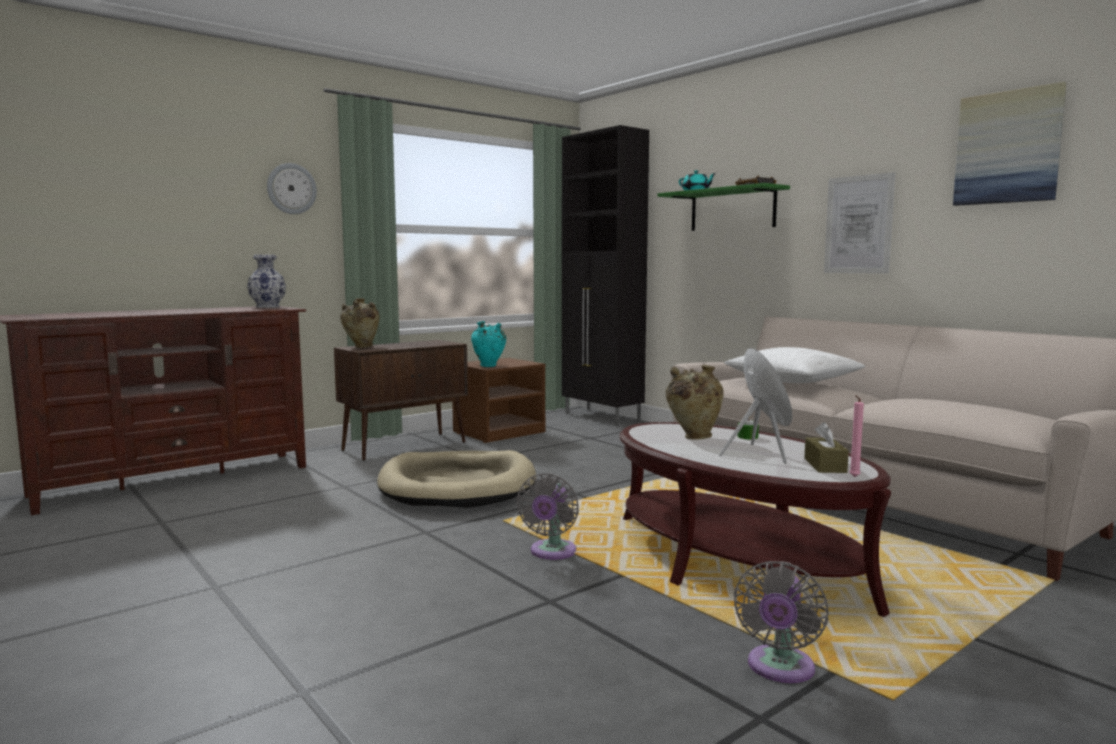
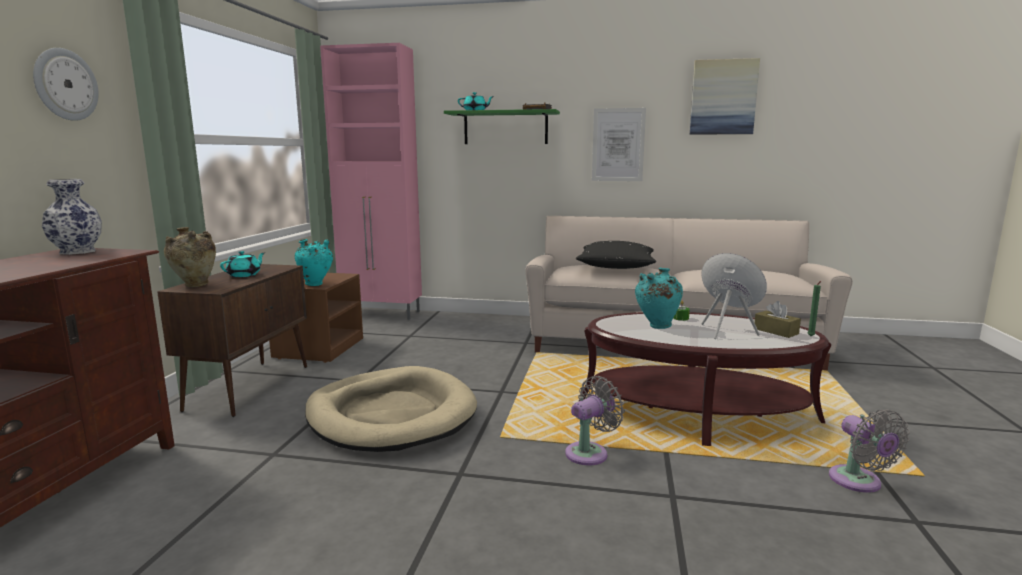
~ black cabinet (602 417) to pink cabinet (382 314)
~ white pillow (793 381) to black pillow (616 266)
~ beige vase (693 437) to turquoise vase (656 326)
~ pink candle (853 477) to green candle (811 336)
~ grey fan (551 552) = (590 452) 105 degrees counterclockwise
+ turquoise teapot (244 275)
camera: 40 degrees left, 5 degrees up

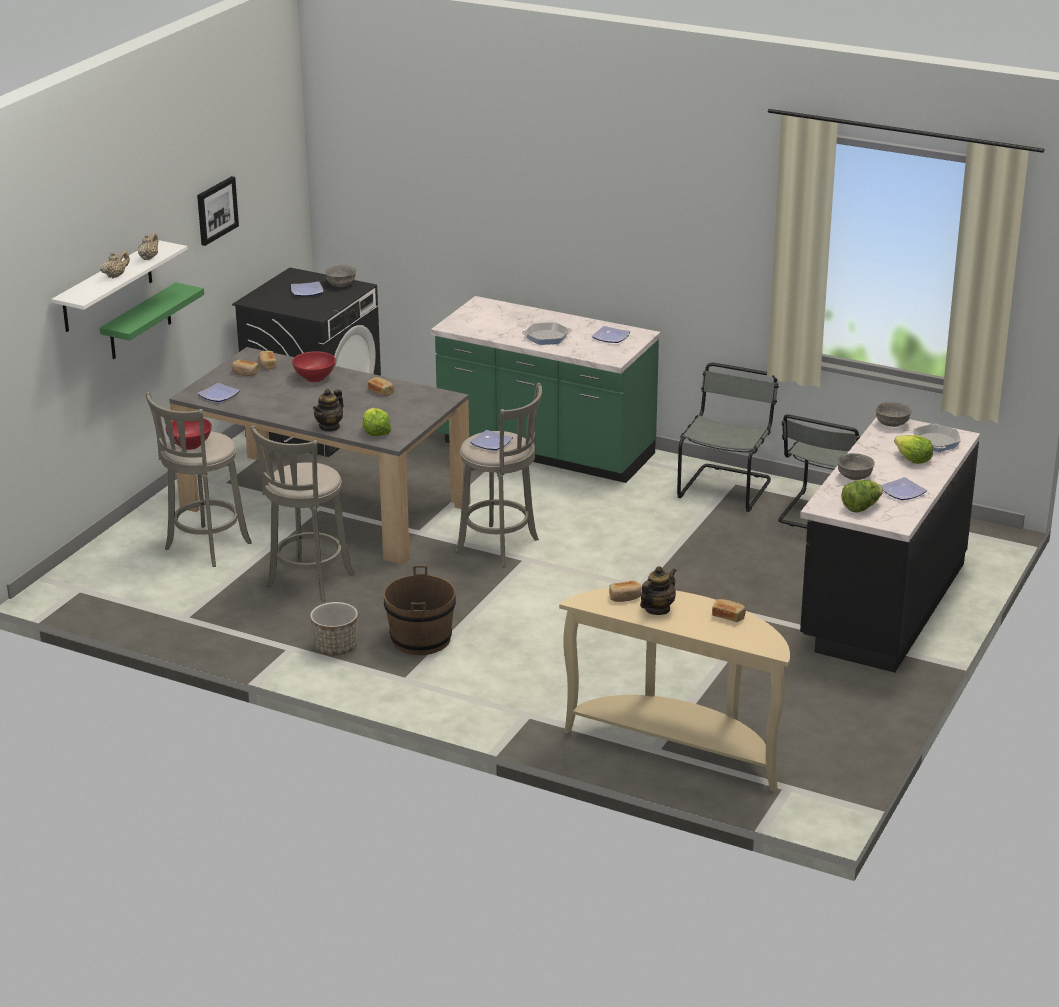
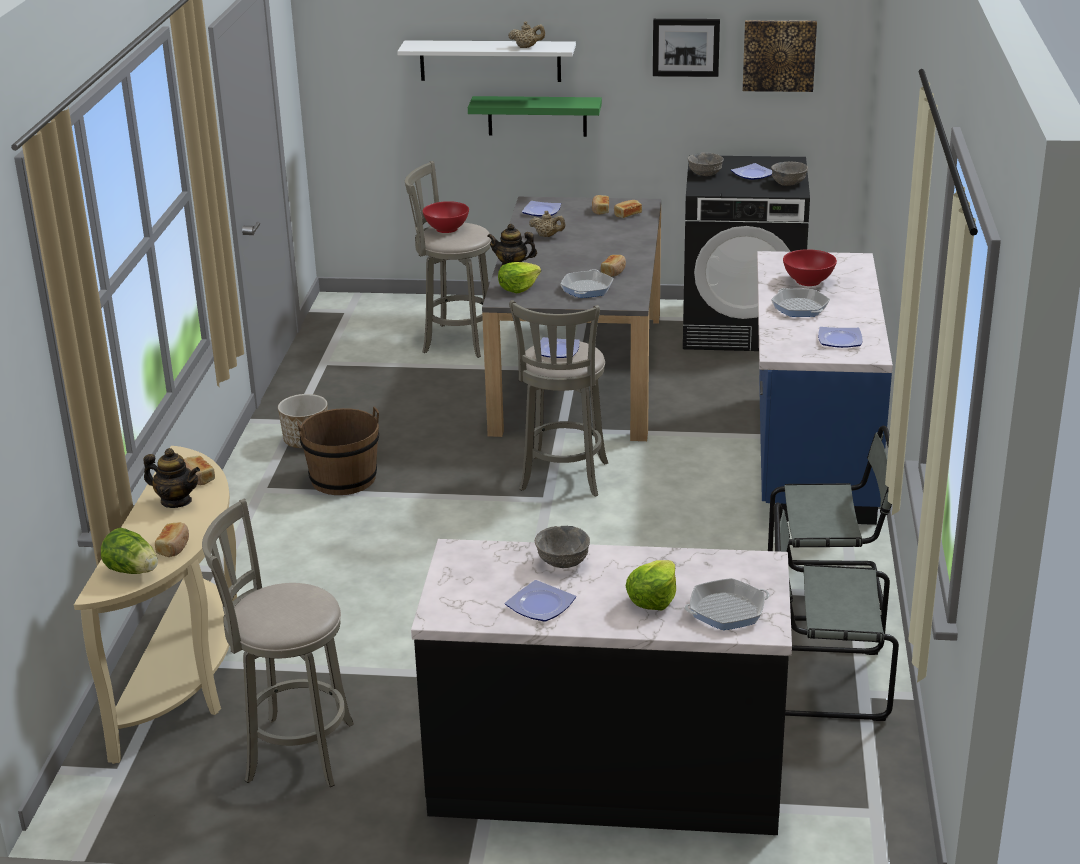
~ beige teapot (115 276) to (547 236)
~ green counter (545 451) to blue counter (810 456)
~ red bowl (315 378) to (808 281)
~ grey bowl (891 424) to (704 174)
~ grey stool (307 582) to (293 751)
~ lettuce (861 507) to (133 571)
+ picture (779 55)
+ frying pan (587 288)
camera: 70 degrees right, 0 degrees up

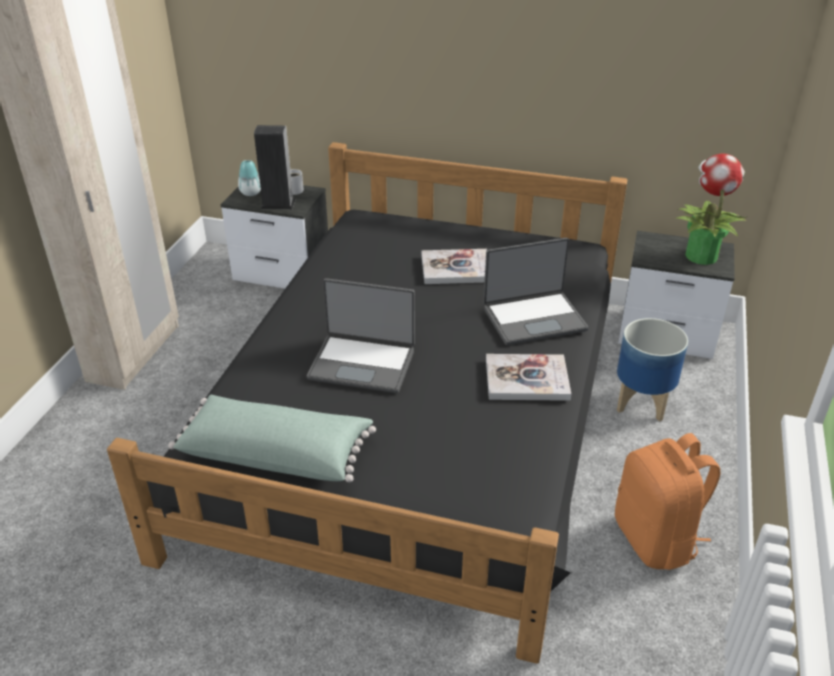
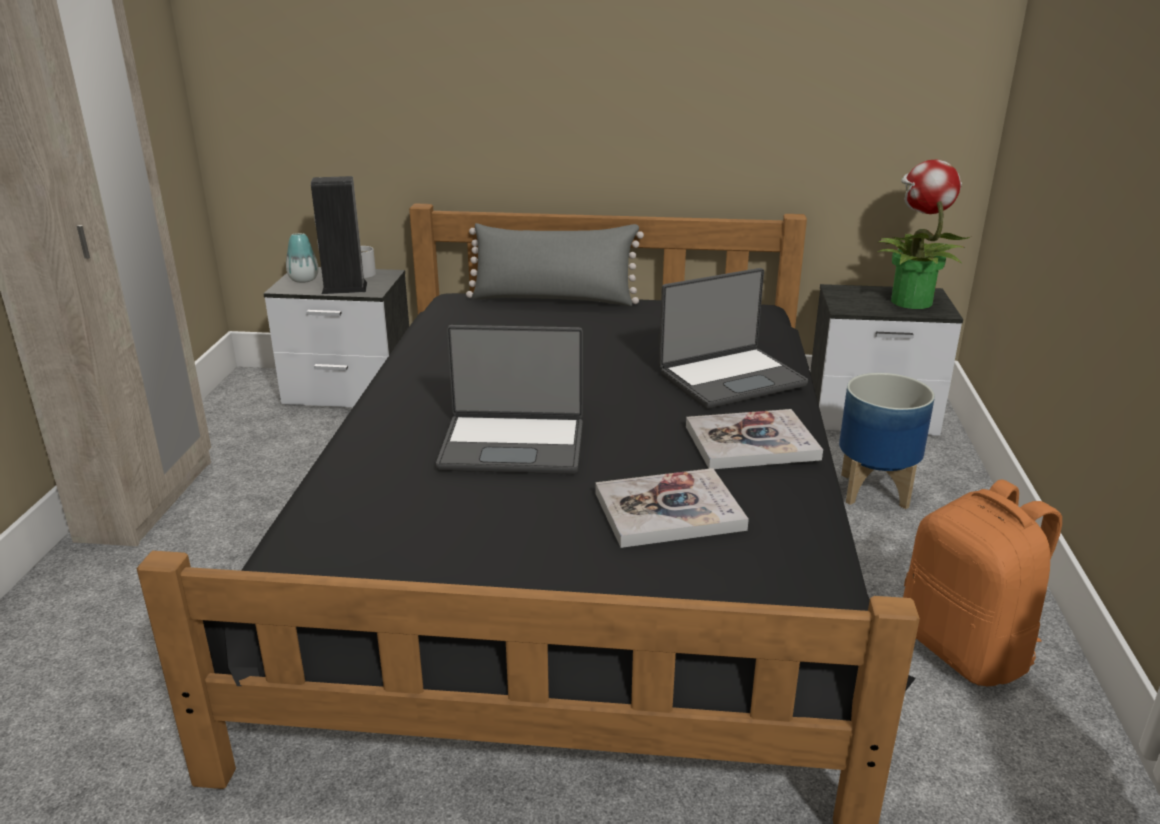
~ book (456 269) to (669 511)
- green pillow (276 452)
+ grey pillow (553 299)
camera: 10 degrees left, 10 degrees down

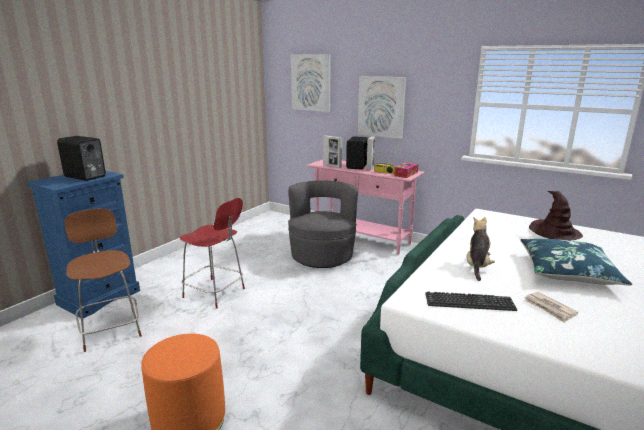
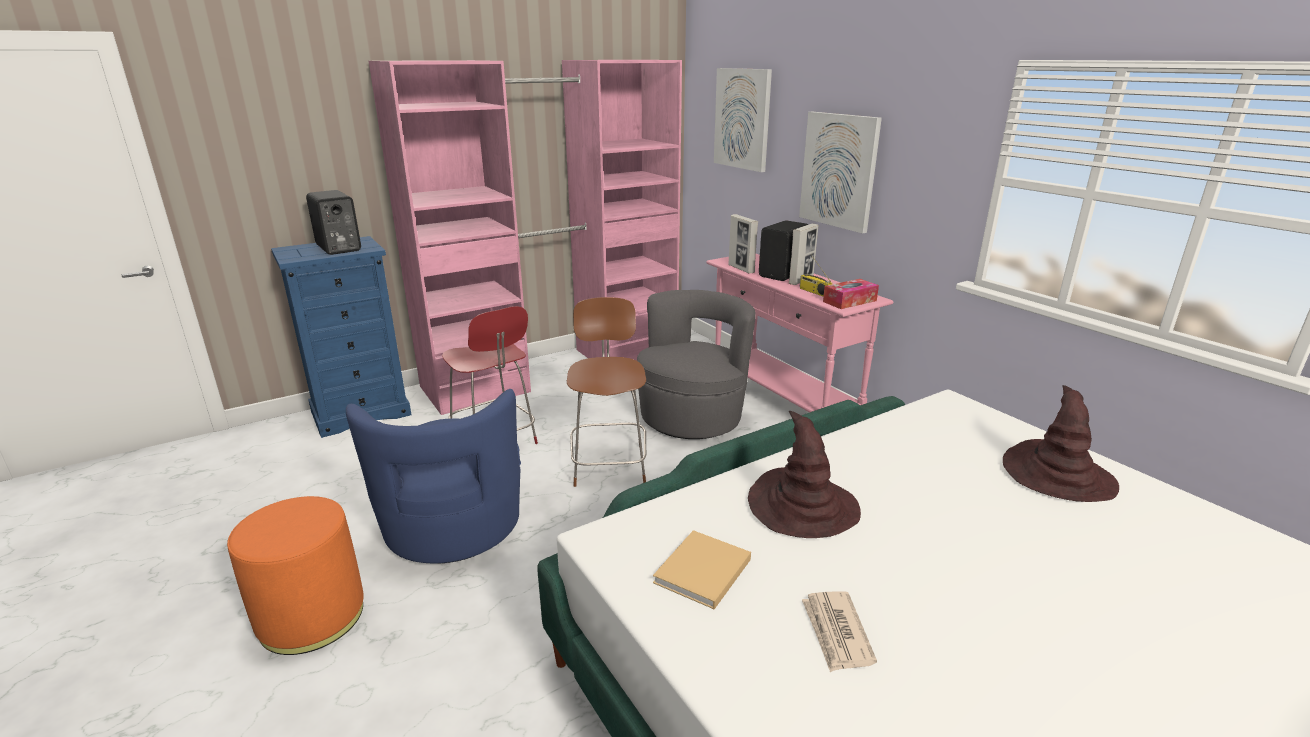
~ brown chair (110 329) to (609 463)
~ plush toy (477 266) to brown hat (802 507)
- blue pillow (567 271)
~ keyboard (469 302) to beige book (701 573)
+ pink wardrobe (556 369)
+ blue armchair (452 529)
camera: 25 degrees right, 5 degrees up

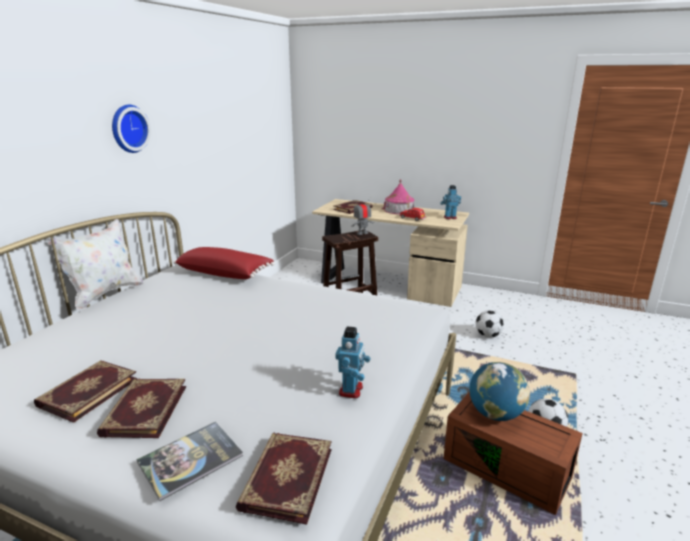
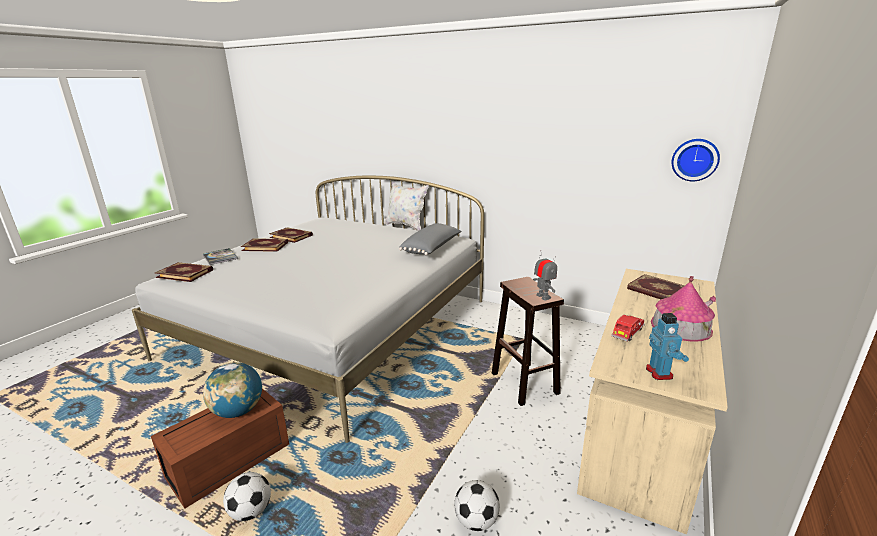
~ wall clock (128 128) to (695 159)
~ red pillow (225 273) to grey pillow (432 248)
- toy robot (351 390)
camera: 95 degrees right, 0 degrees up

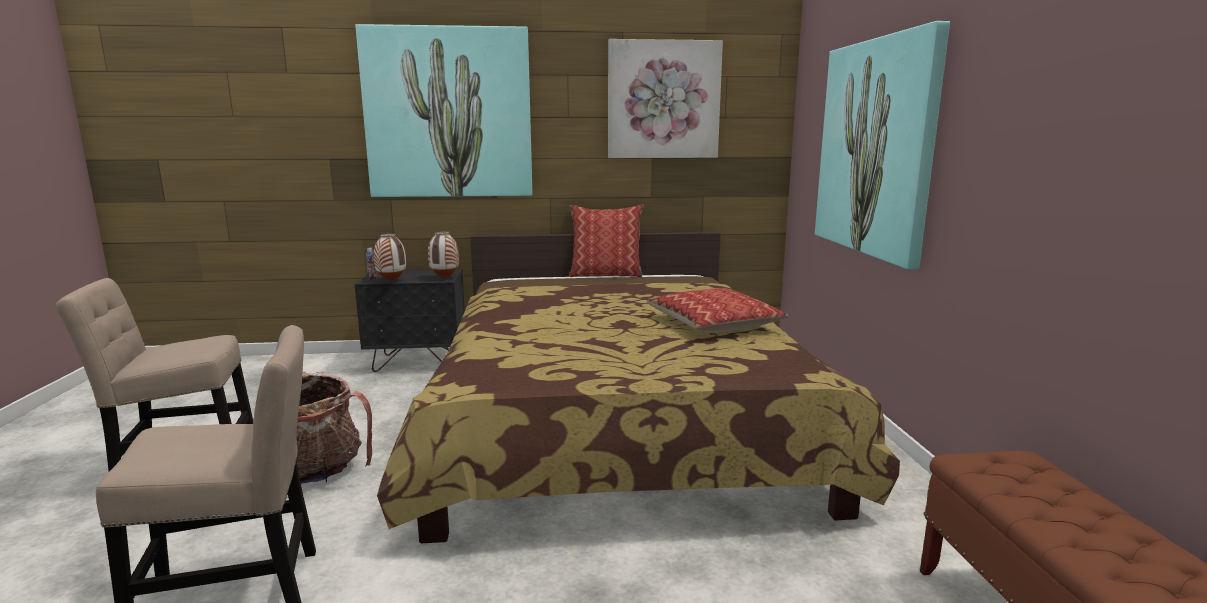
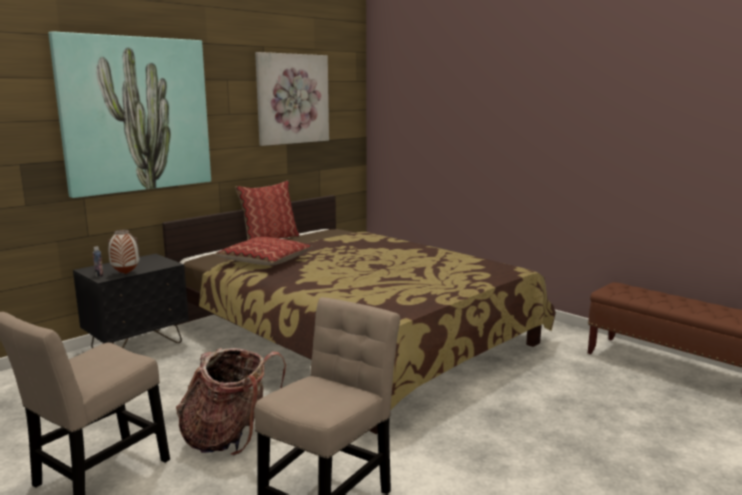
- picture (876 148)
- vase (445 278)
~ pillow (714 323) to (265 260)
camera: 40 degrees left, 0 degrees up

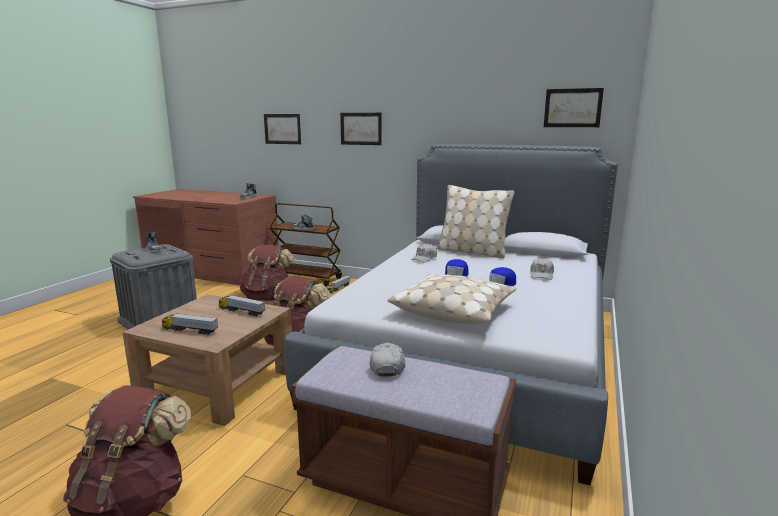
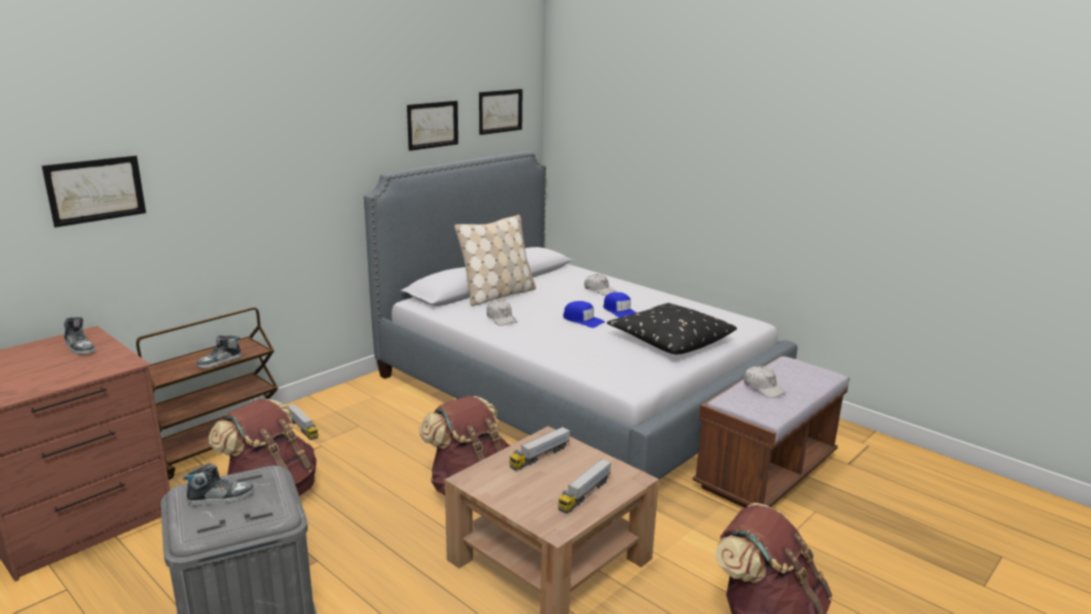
~ picture (361 128) to (432 125)
~ beige pillow (453 310) to black pillow (669 340)
~ white cap (387 366) = (763 388) 150 degrees counterclockwise
camera: 70 degrees left, 5 degrees up

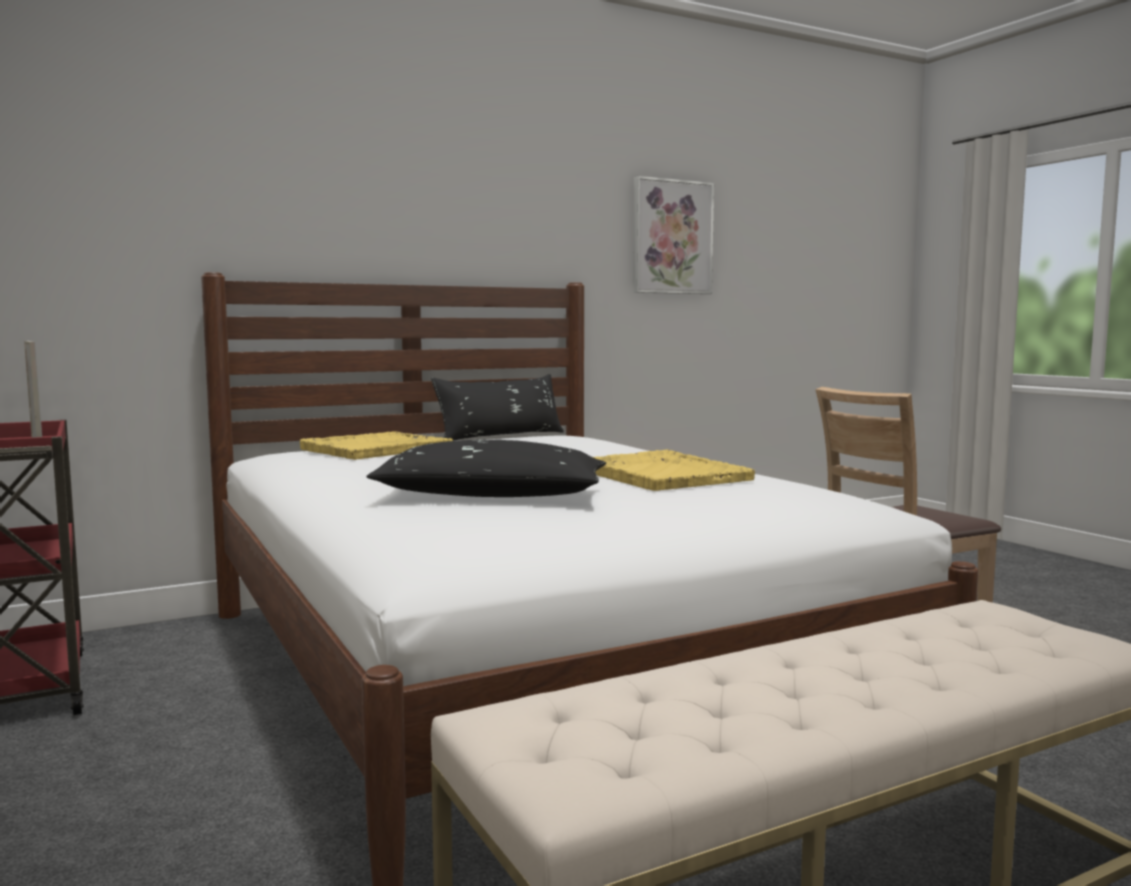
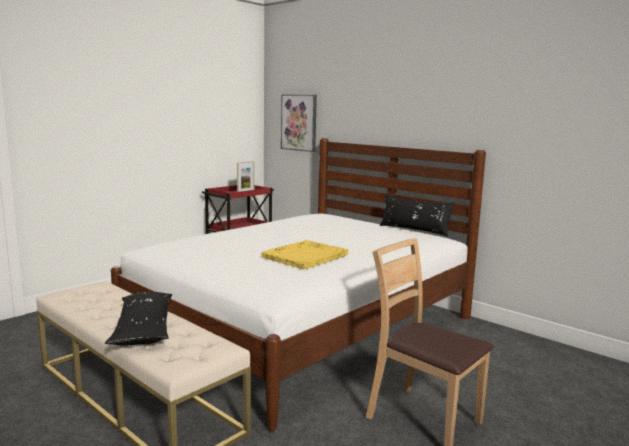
~ picture (671 237) to (299 122)
- yellow tray (375 448)
~ black pillow (490 496) to (143 329)
camera: 70 degrees right, 5 degrees up

